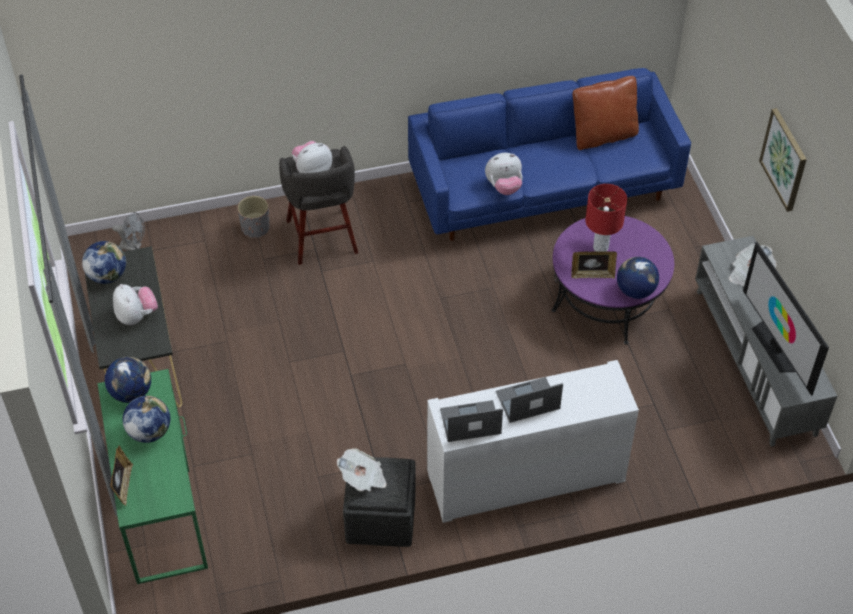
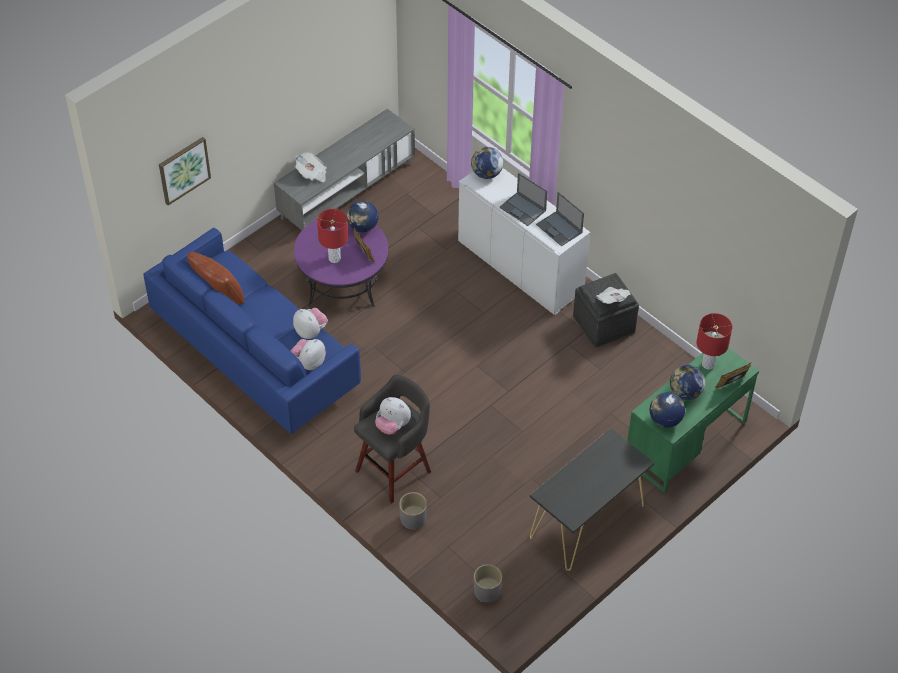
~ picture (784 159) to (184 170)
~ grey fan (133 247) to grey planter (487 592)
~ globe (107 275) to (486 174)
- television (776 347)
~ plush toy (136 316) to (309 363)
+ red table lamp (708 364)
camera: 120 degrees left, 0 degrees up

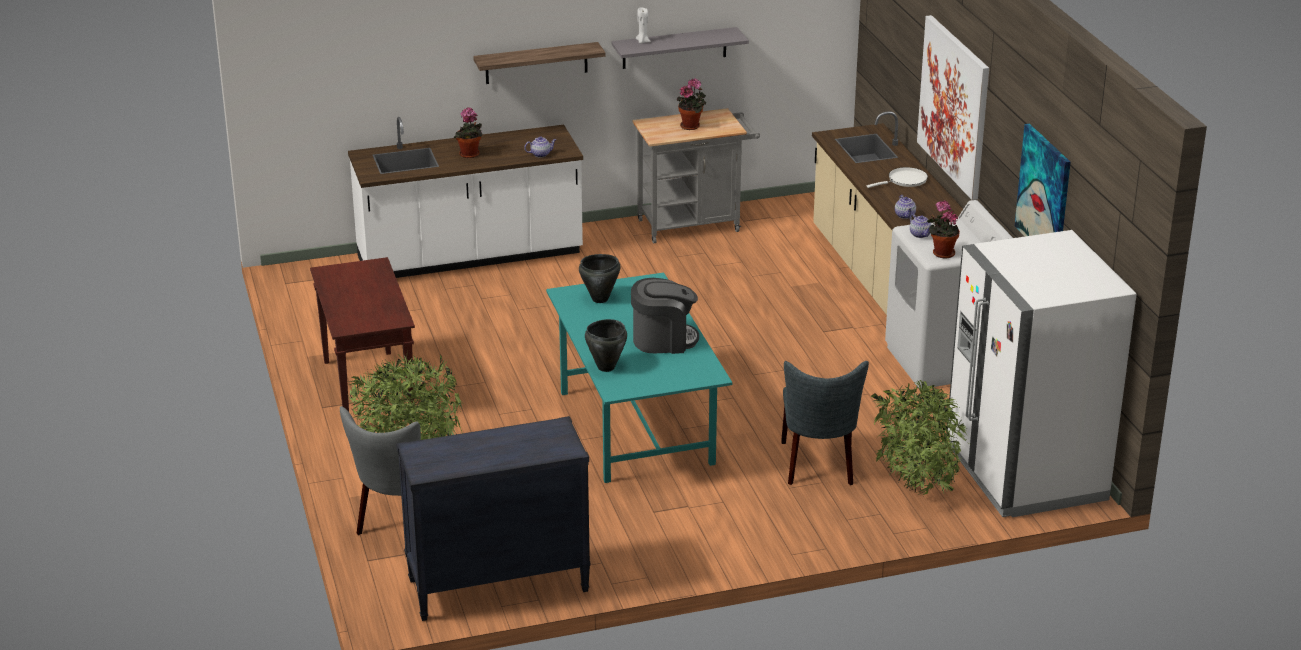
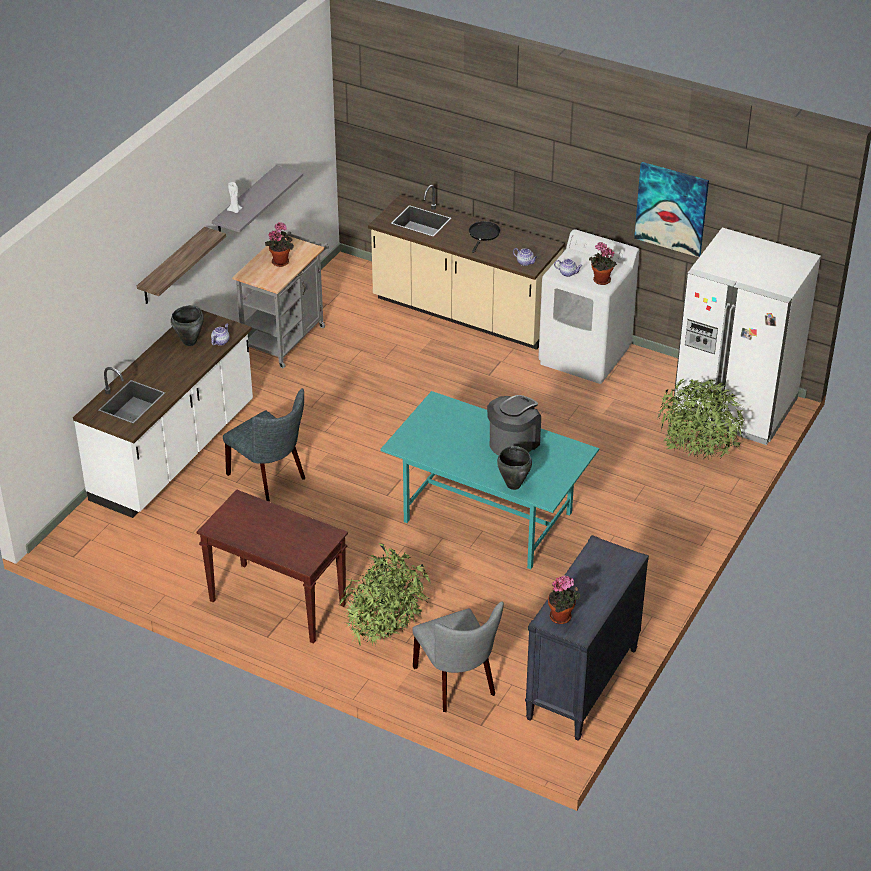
- picture (954 106)
~ potted plant (470 155) to (562 617)
~ white frying pan (905 180) to black frying pan (483 234)
~ black cooking pot (600 299) to (190 342)
~ grey chair (819 466) to (270 478)
camera: 45 degrees left, 10 degrees up

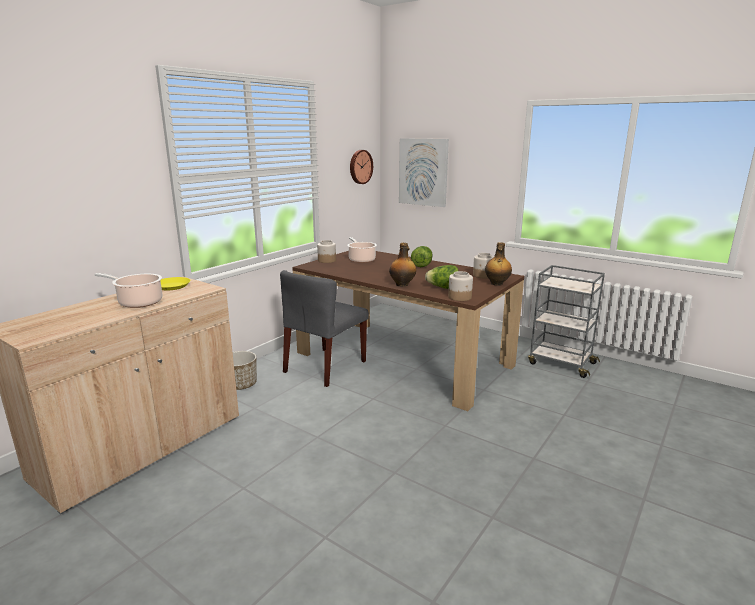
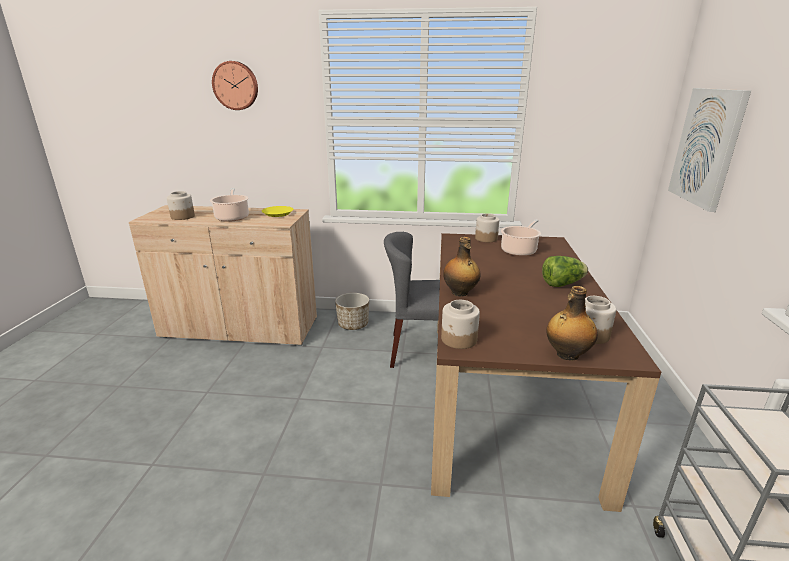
~ wall clock (360 167) to (236 85)
- lettuce (443 288)
+ jar (182 217)
camera: 60 degrees right, 5 degrees up

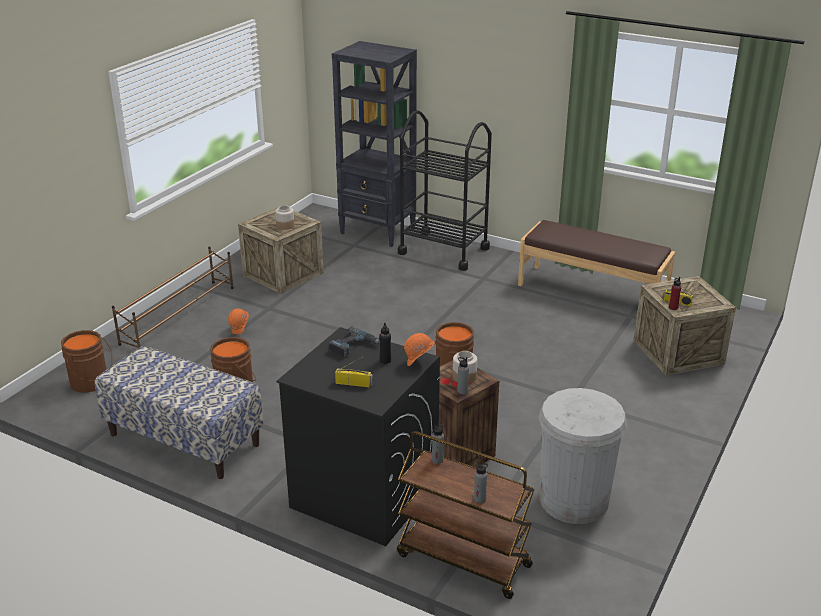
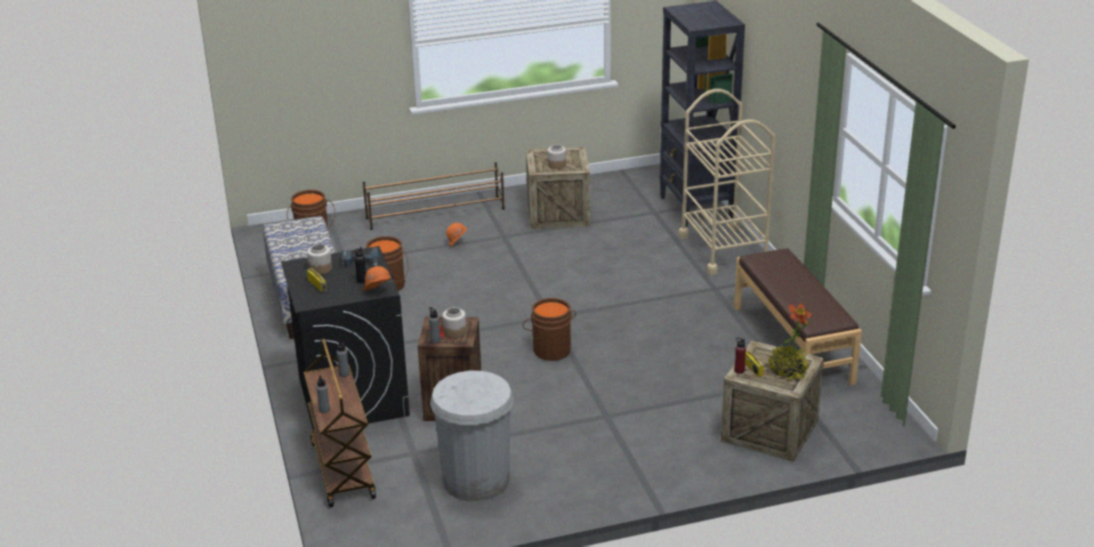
~ black cart (443 251) to beige cart (723 249)
+ jar (320 269)
+ potted plant (787 371)
camera: 45 degrees right, 0 degrees up

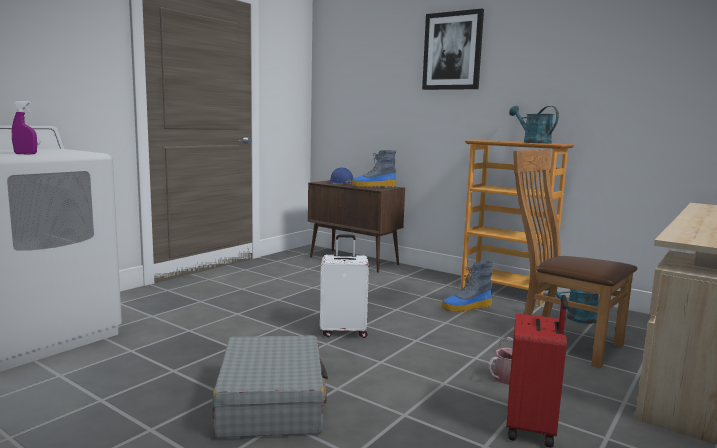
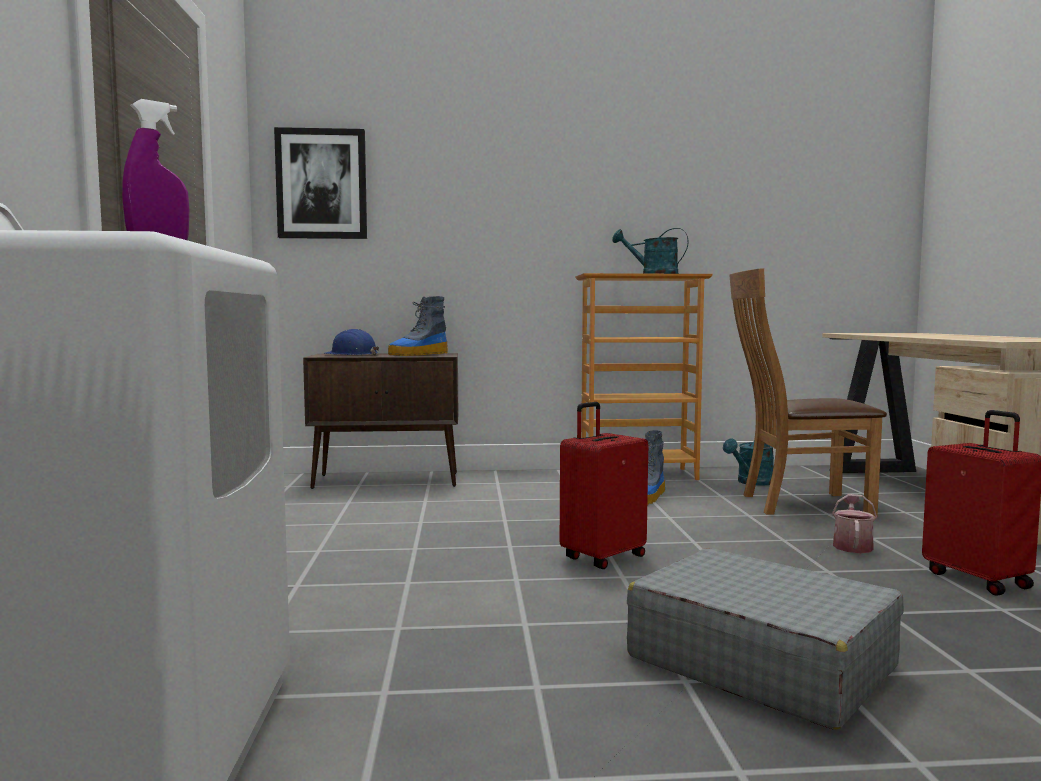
~ picture (452 51) to (321 184)
~ white suitcase (344 331) to red suitcase (602 557)
camera: 40 degrees left, 5 degrees down

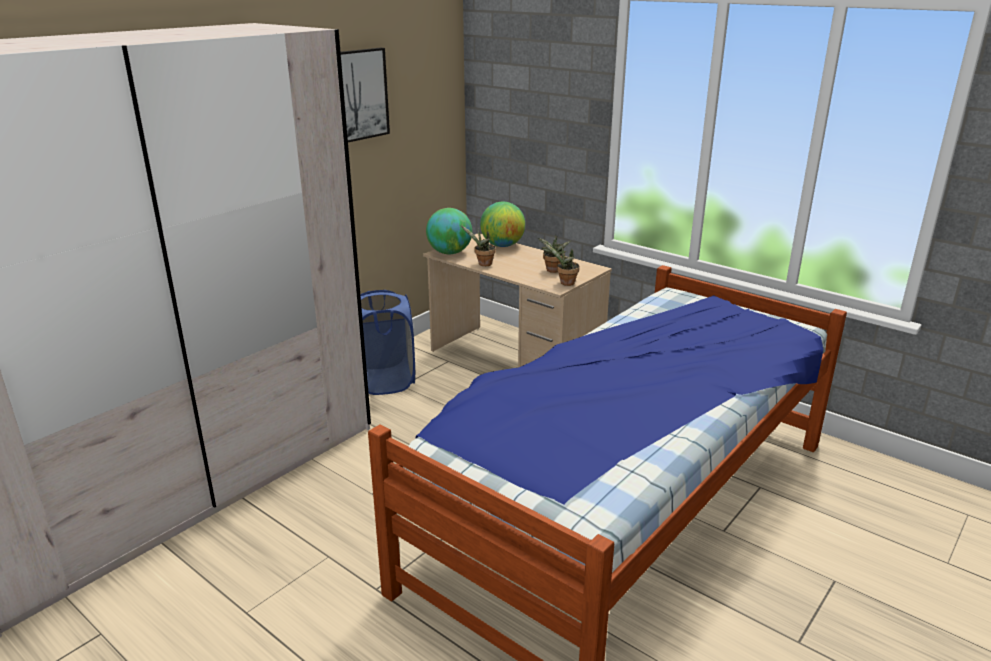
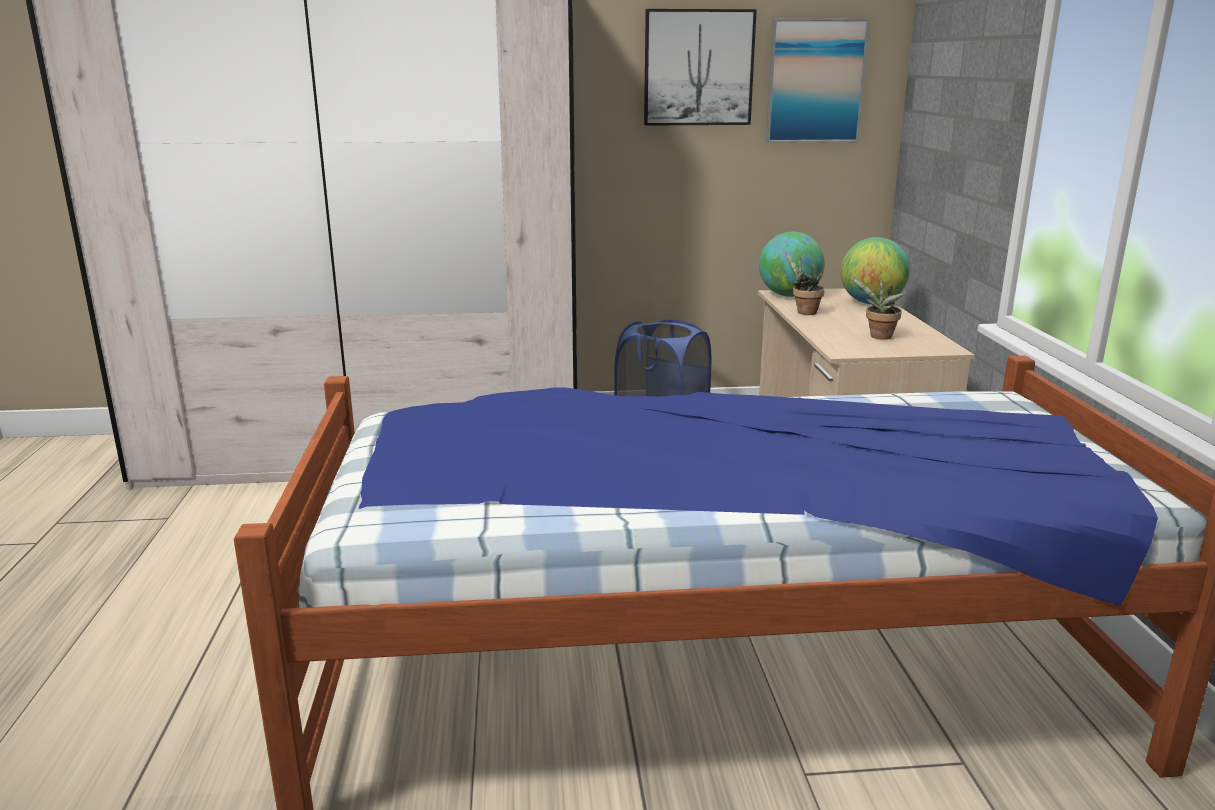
- potted plant (565 283)
+ picture (815 81)
camera: 45 degrees right, 5 degrees down

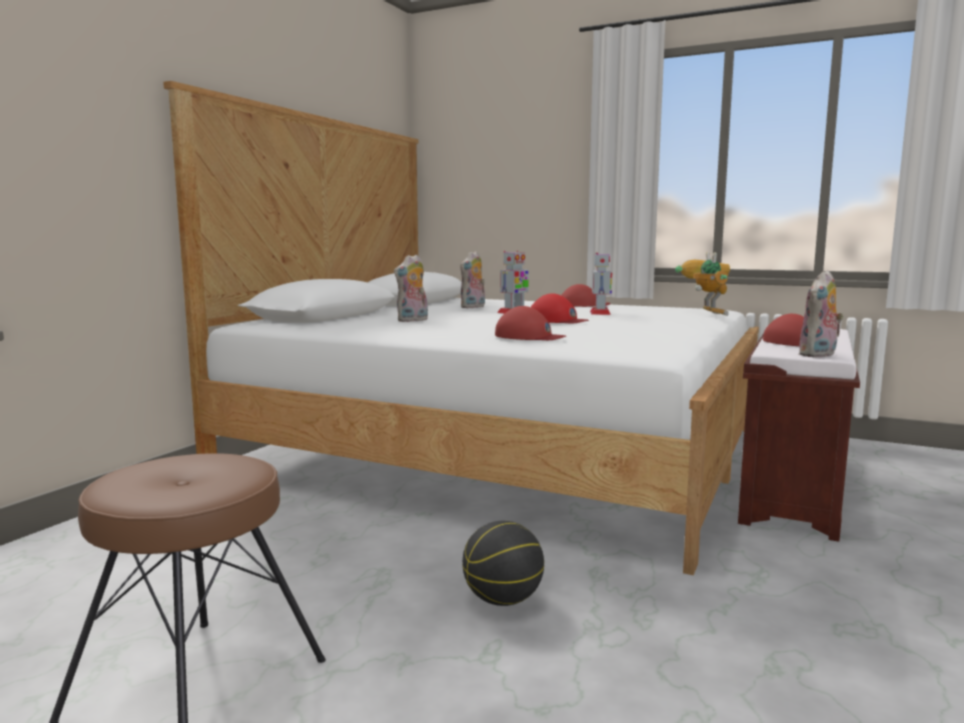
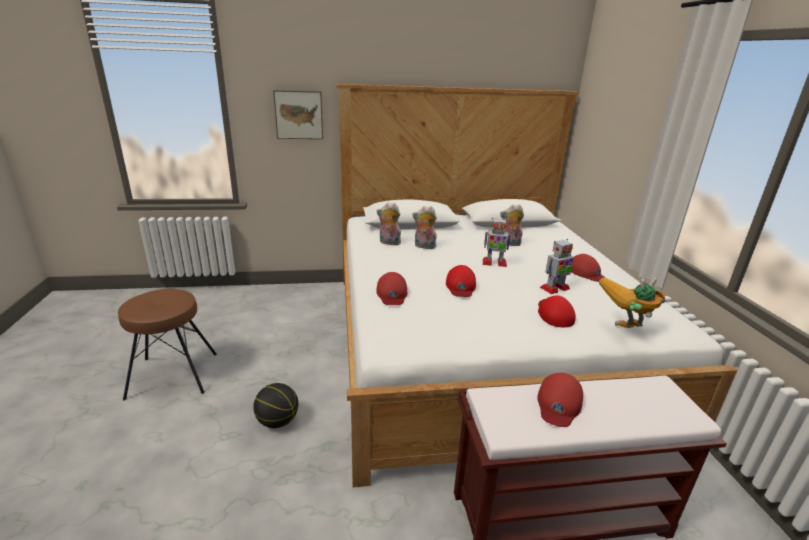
~ toy robot (704 314) = (623 331) 150 degrees counterclockwise
~ plush toy (819 355) to (389 243)
+ picture (299 114)
+ red cap (554 314)
camera: 55 degrees right, 15 degrees up

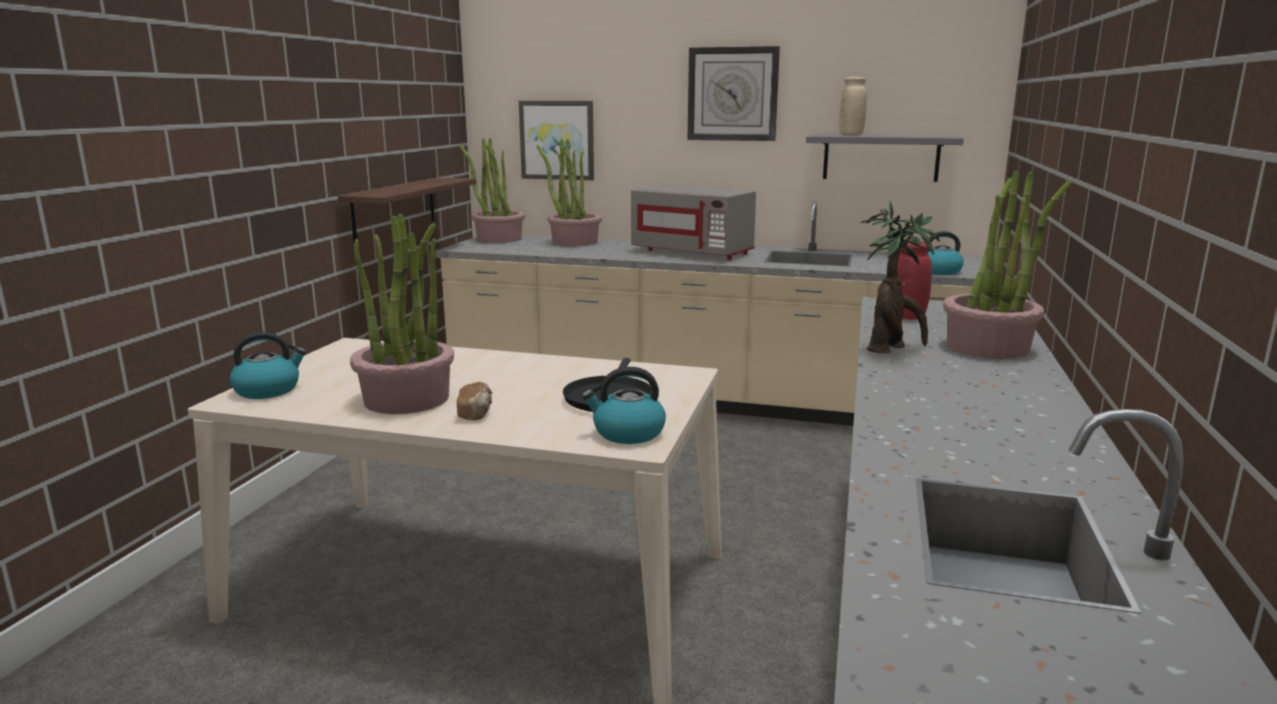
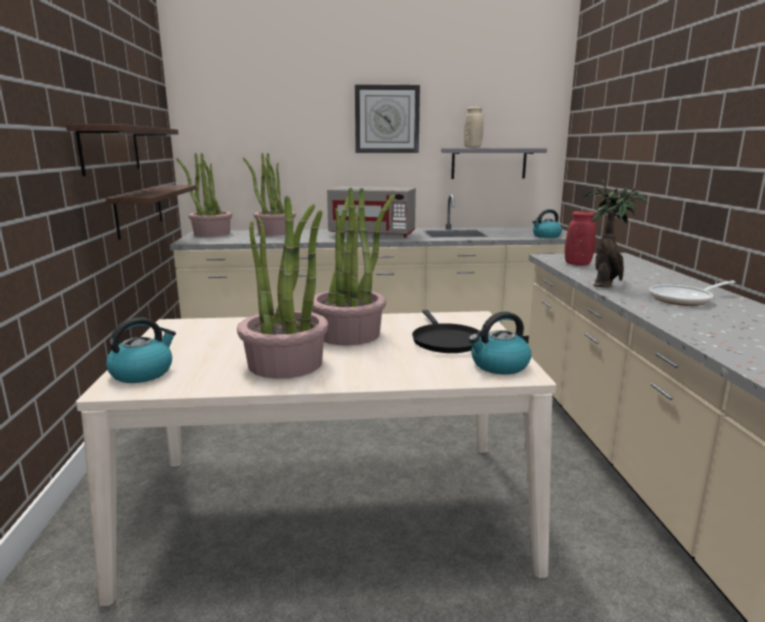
- picture (557 140)
~ potted plant (988 347) to (349 334)
- bread (476 413)
+ shelf (111 149)
+ frying pan (684 299)
camera: 20 degrees left, 0 degrees up

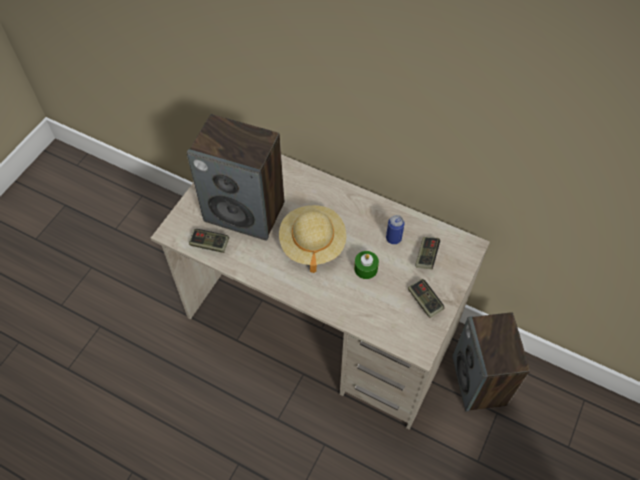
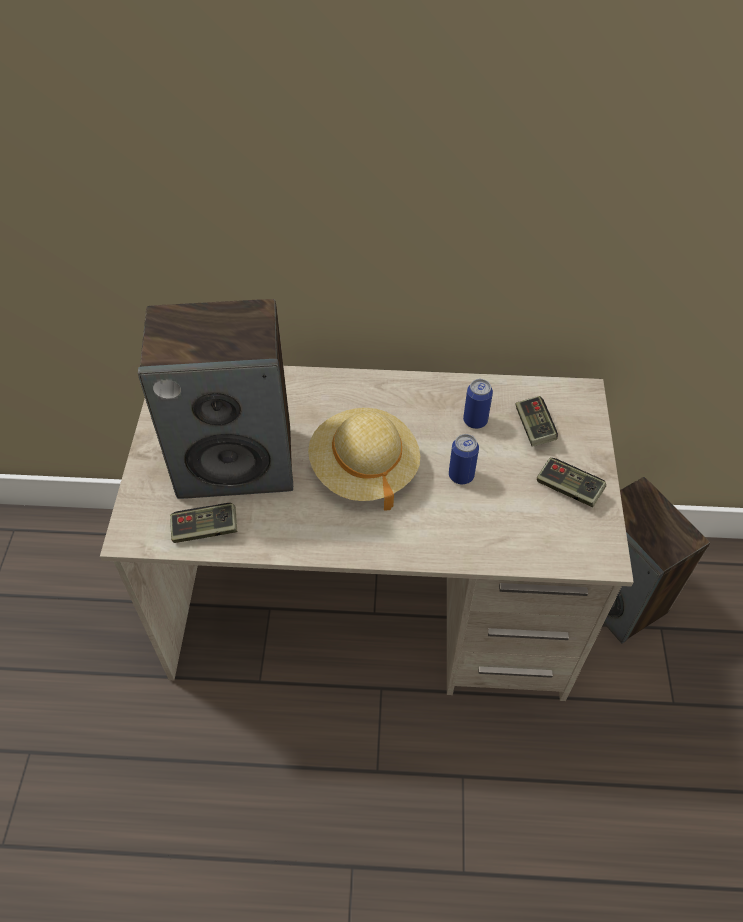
~ green candle (365 268) to can (461 475)
camera: 25 degrees left, 5 degrees down

